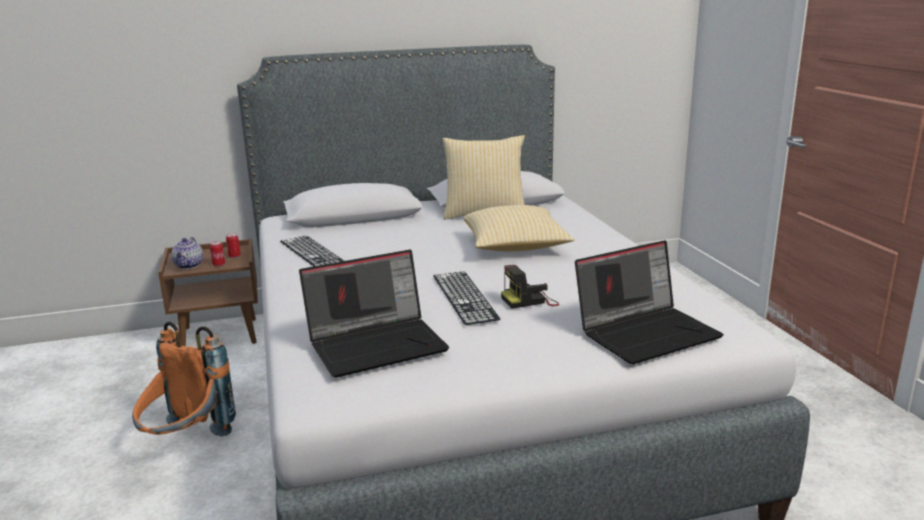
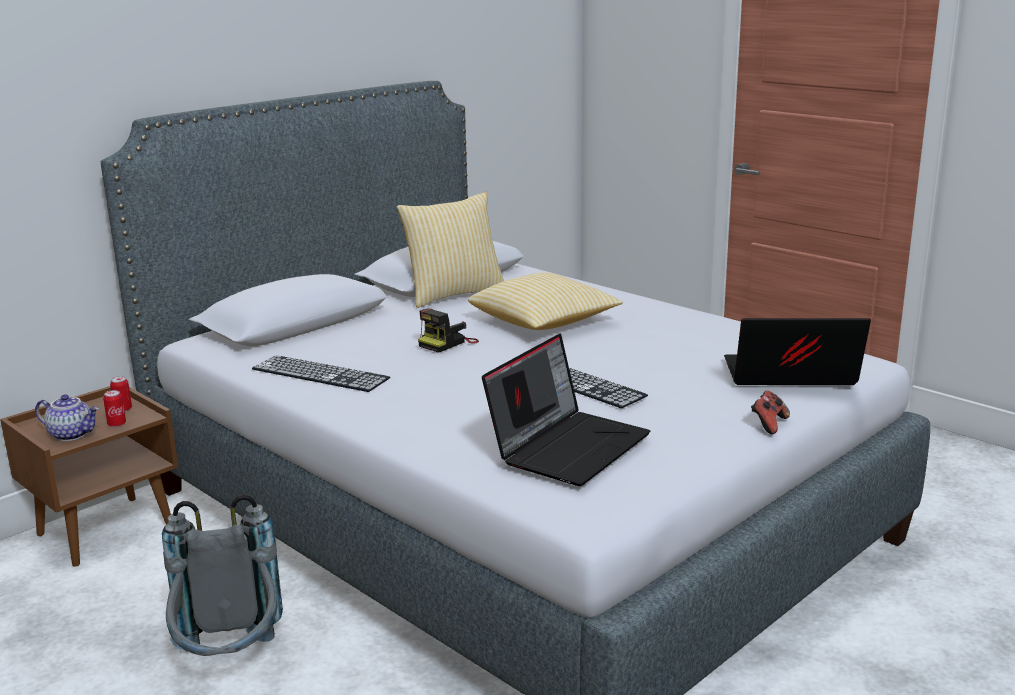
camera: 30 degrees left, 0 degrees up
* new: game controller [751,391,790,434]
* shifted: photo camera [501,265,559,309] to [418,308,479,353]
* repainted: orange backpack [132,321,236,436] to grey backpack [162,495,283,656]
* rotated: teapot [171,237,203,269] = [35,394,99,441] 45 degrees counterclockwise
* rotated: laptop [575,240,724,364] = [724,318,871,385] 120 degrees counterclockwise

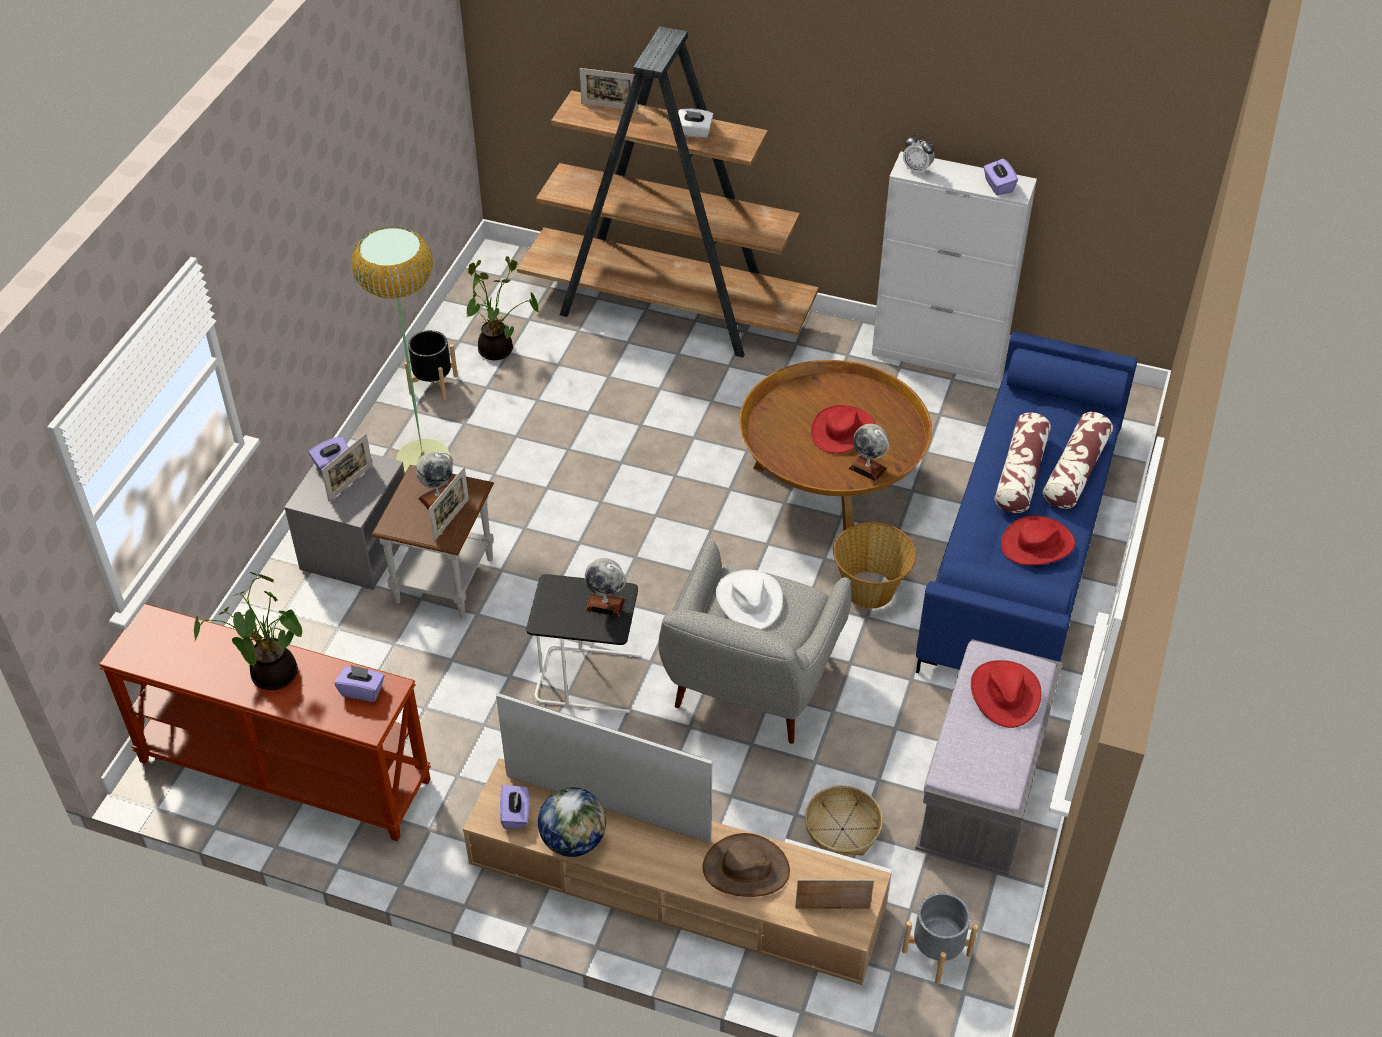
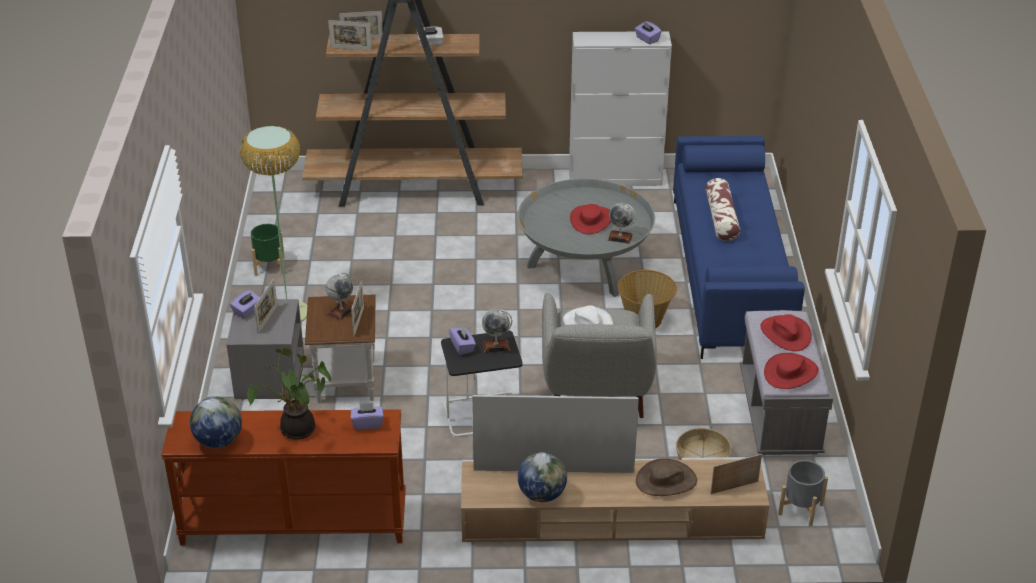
camera: 20 degrees left, 10 degrees down
* gone: potted plant [467,256,539,360]
* gone: alarm clock [903,134,935,175]
* gone: pillow [1043,412,1113,509]
* new: globe [190,397,242,448]
* new: picture frame [328,20,372,51]
* shifted: purple tissue box [500,785,529,829] to [449,325,476,355]
* shifted: red hat [1001,516,1075,565] to [764,353,819,389]
* repainted: black planter [405,330,458,401] to green planter [251,224,285,276]
* repainted: brown coffee table [739,360,932,531] to grey coffee table [518,179,655,297]

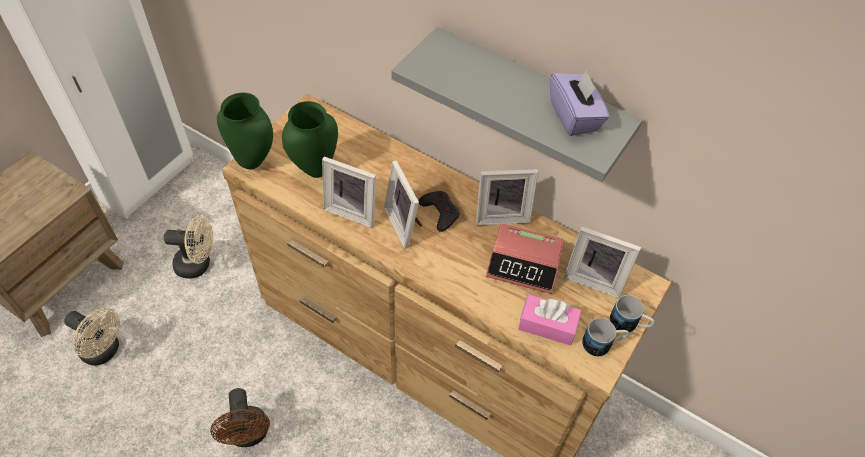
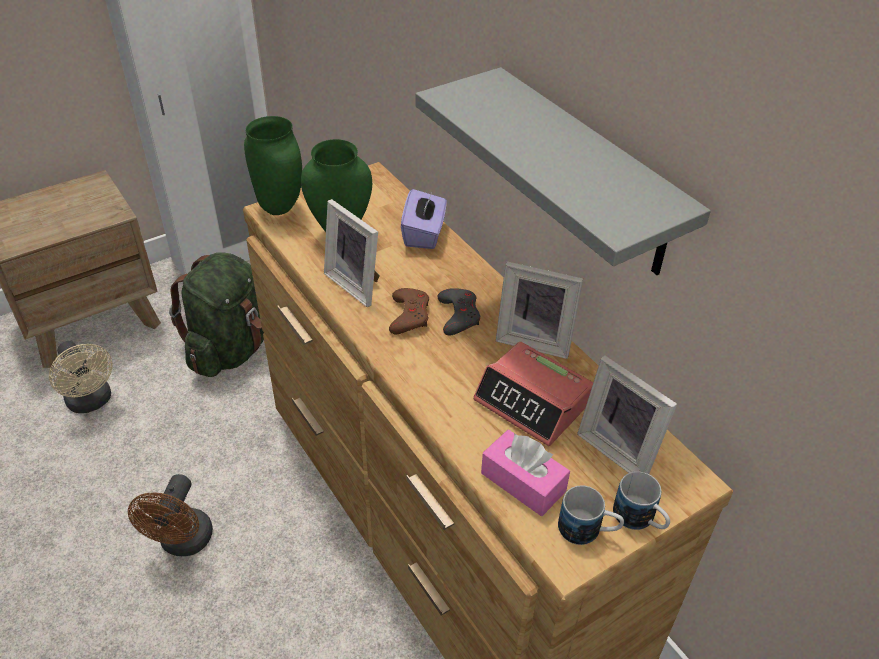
camera: 25 degrees right, 10 degrees down
* shifted: purple tissue box [550,69,609,136] to [401,189,447,249]
* swapped: beige fan [164,215,213,279] to green backpack [169,252,264,377]
* swapped: picture frame [384,160,422,249] to brown game controller [389,288,429,334]

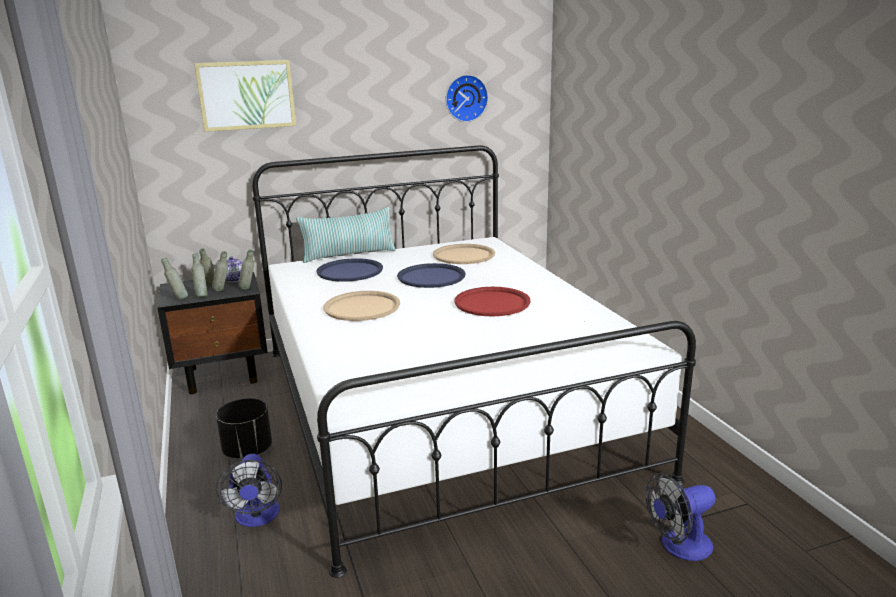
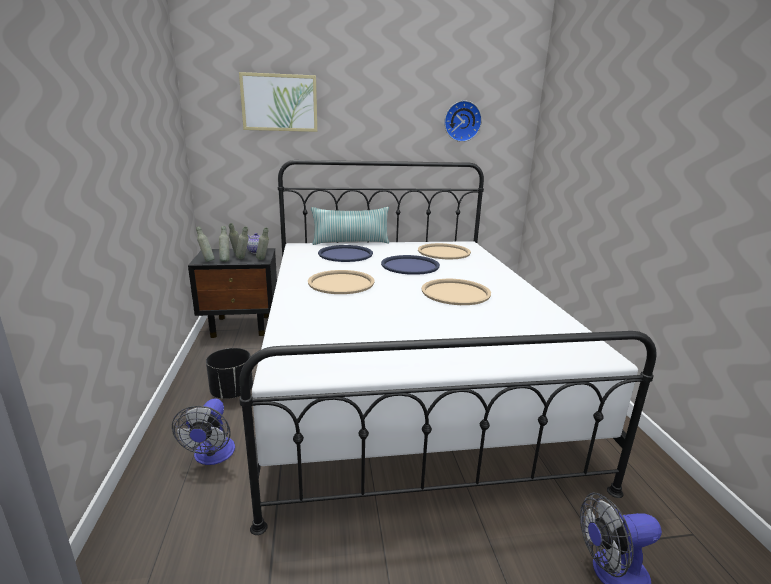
camera: 10 degrees right, 0 degrees up
* repainted: red tray [454,287,531,316] to beige tray [421,279,491,305]

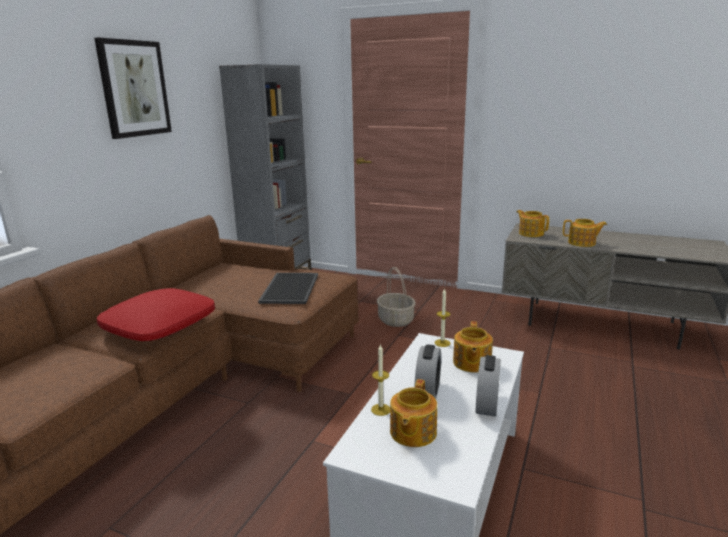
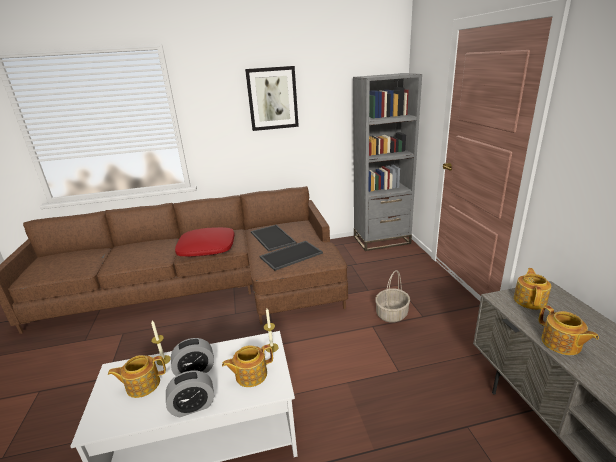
camera: 55 degrees right, 5 degrees up
* new: tray [251,225,297,252]

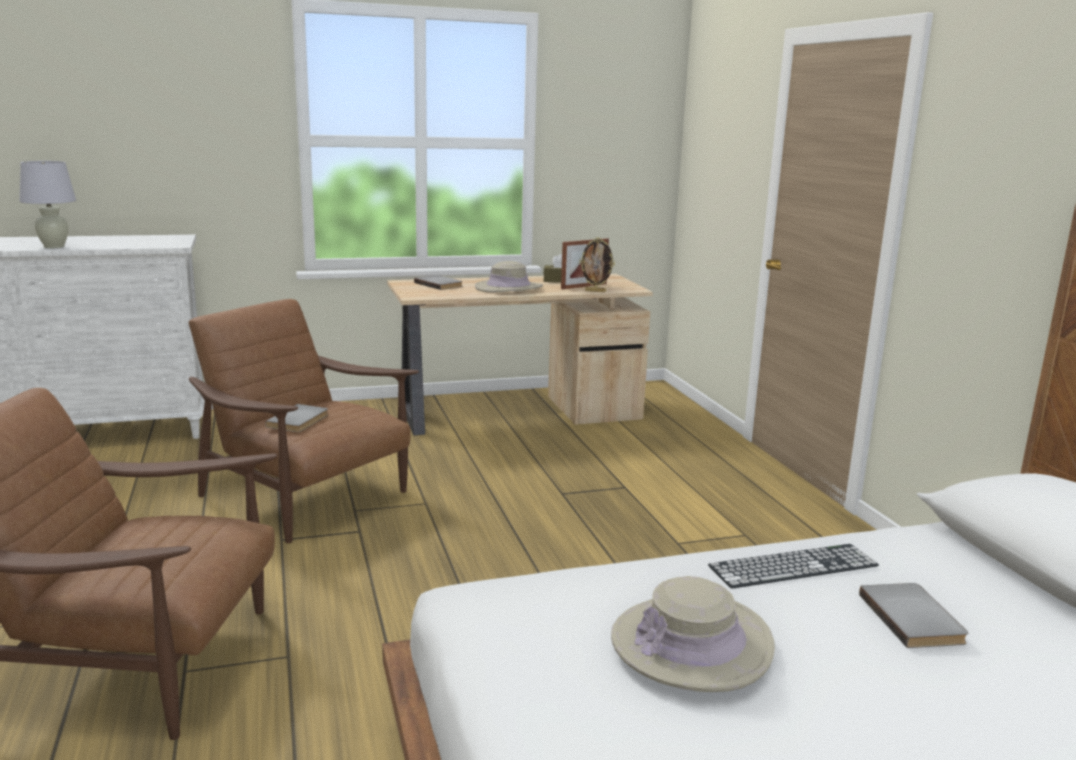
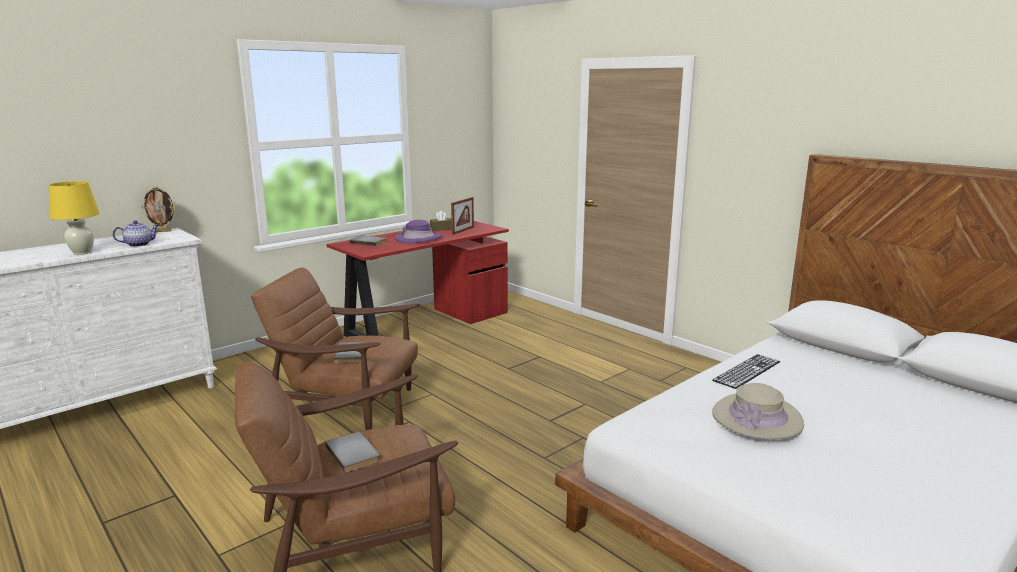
camera: 25 degrees left, 0 degrees up
* new: teapot [113,220,159,247]
* shifted: picture frame [579,237,615,292] to [142,186,175,232]
* shifted: grey book [859,583,968,648] to [325,432,380,473]
* repainted: white table lamp [20,161,76,248] to yellow table lamp [49,181,100,255]
* repainted: beige desk [387,274,653,435] to red desk [327,221,509,337]
* repainted: beige hat [475,261,543,292] to purple hat [395,220,443,243]

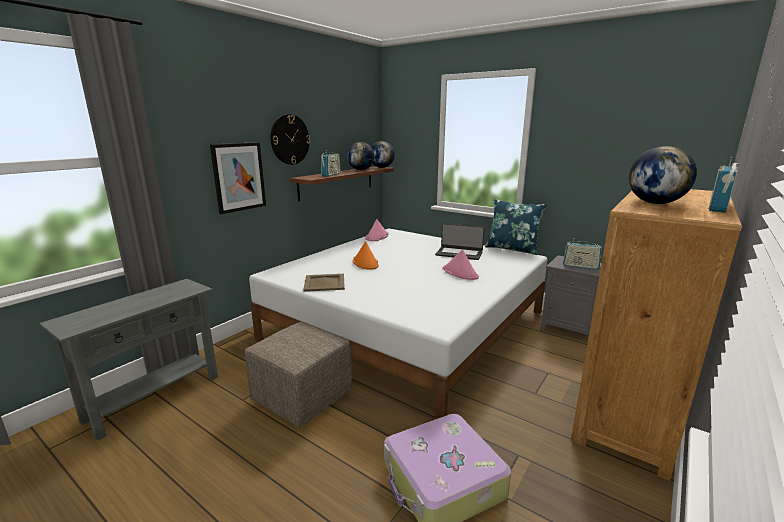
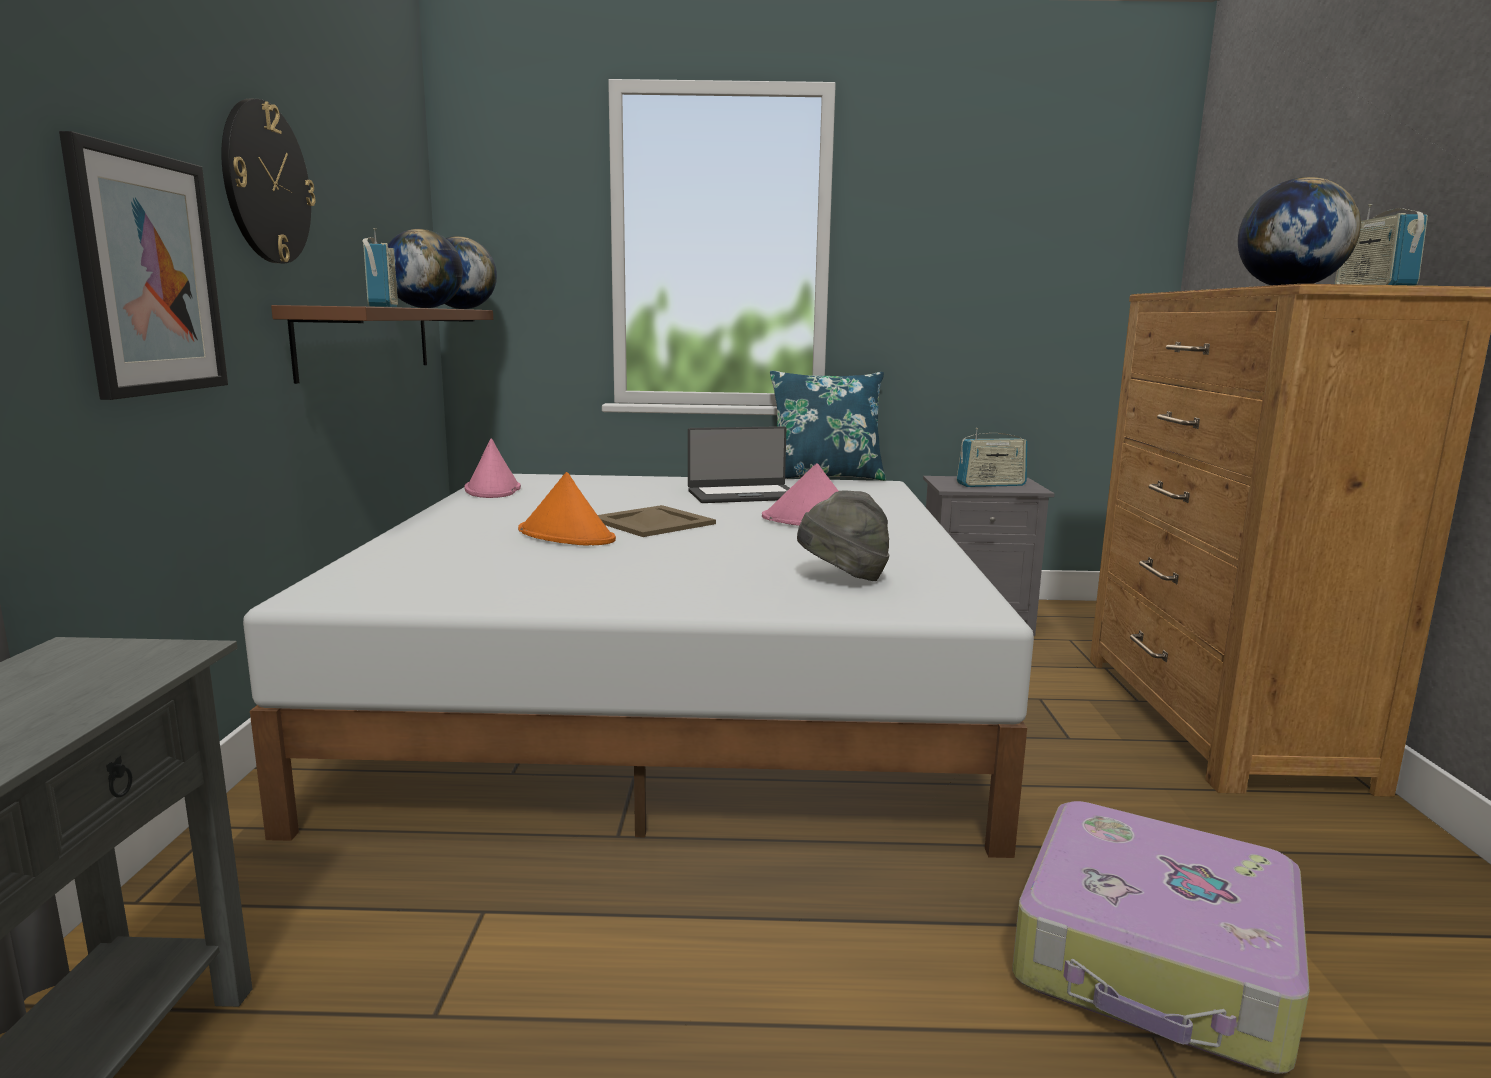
camera: 35 degrees left, 5 degrees down
* gone: beige ottoman [245,322,352,428]
* new: grey hat [797,490,889,581]
* shifted: beige tray [303,274,345,292] to [598,505,716,537]

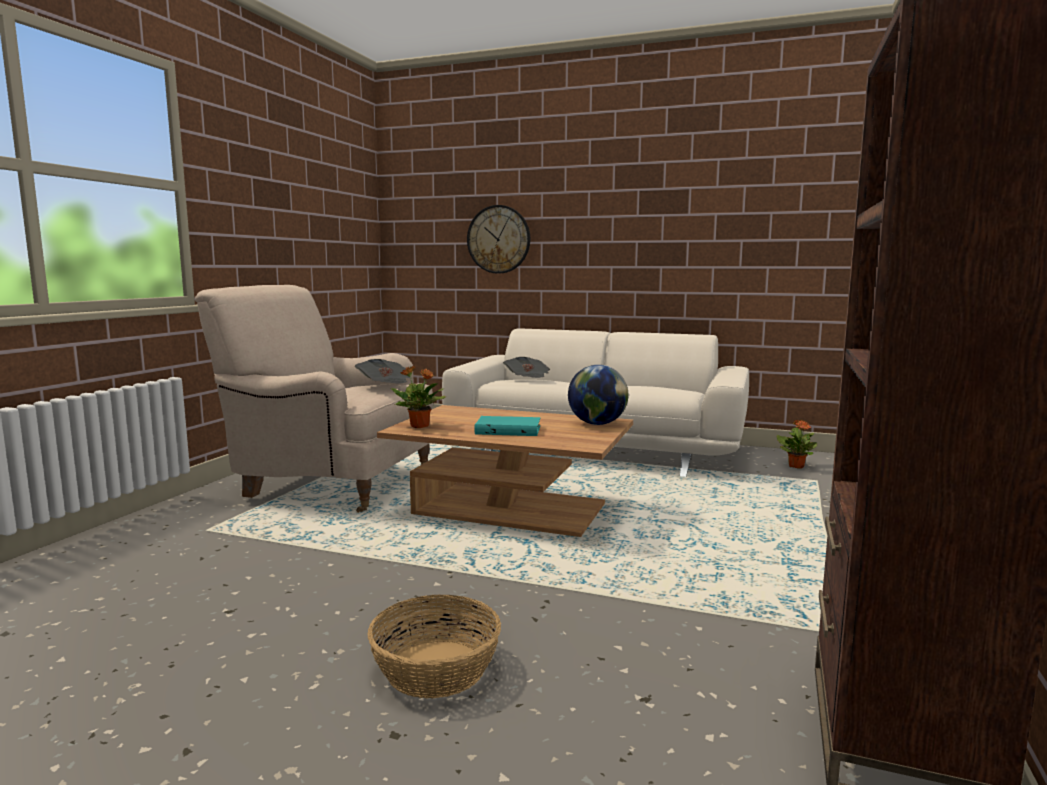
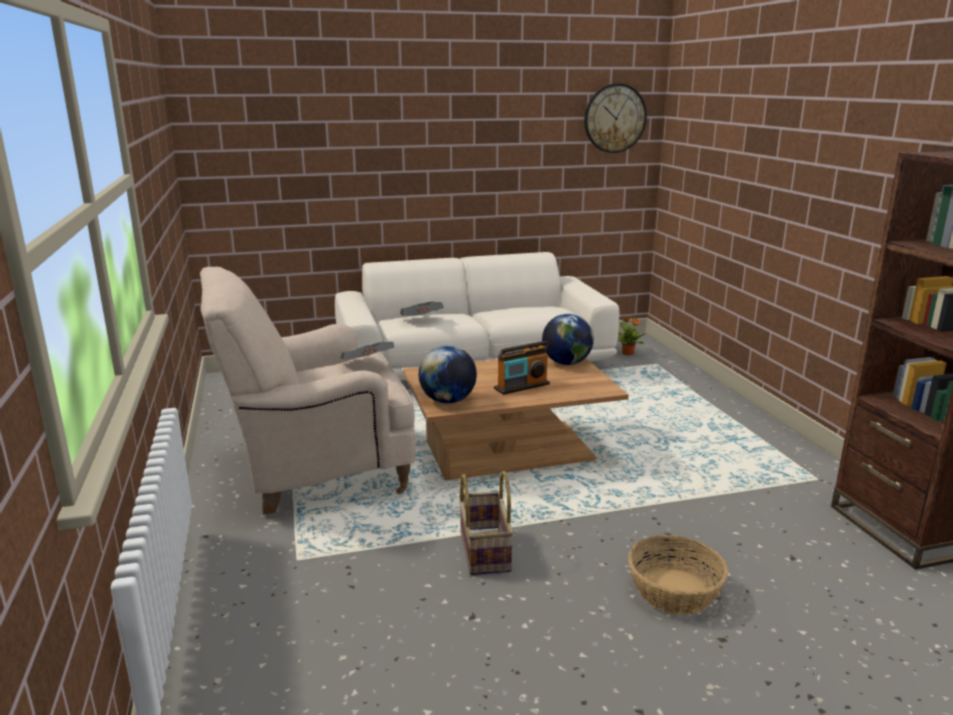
camera: 35 degrees left, 10 degrees up
* new: basket [459,471,514,575]
* shifted: wall clock [467,205,530,274] to [584,83,647,153]
* swapped: potted plant [391,366,446,428] to globe [419,345,477,404]
* swapped: turquoise book [475,416,540,436] to radio [494,341,550,395]

